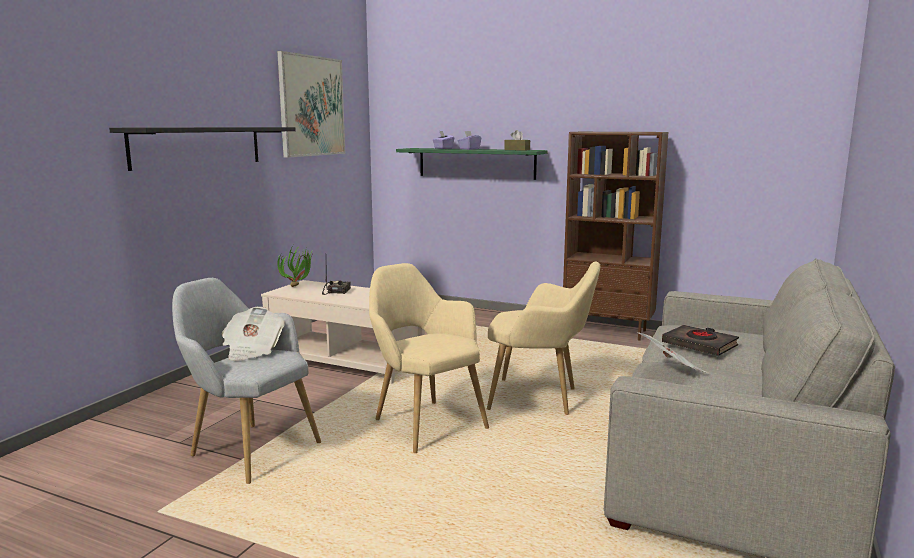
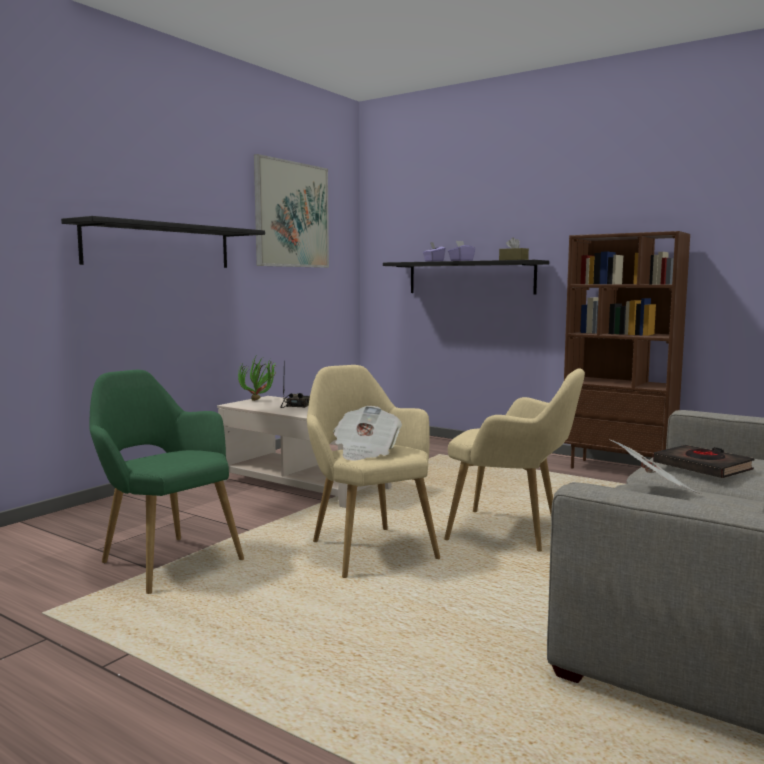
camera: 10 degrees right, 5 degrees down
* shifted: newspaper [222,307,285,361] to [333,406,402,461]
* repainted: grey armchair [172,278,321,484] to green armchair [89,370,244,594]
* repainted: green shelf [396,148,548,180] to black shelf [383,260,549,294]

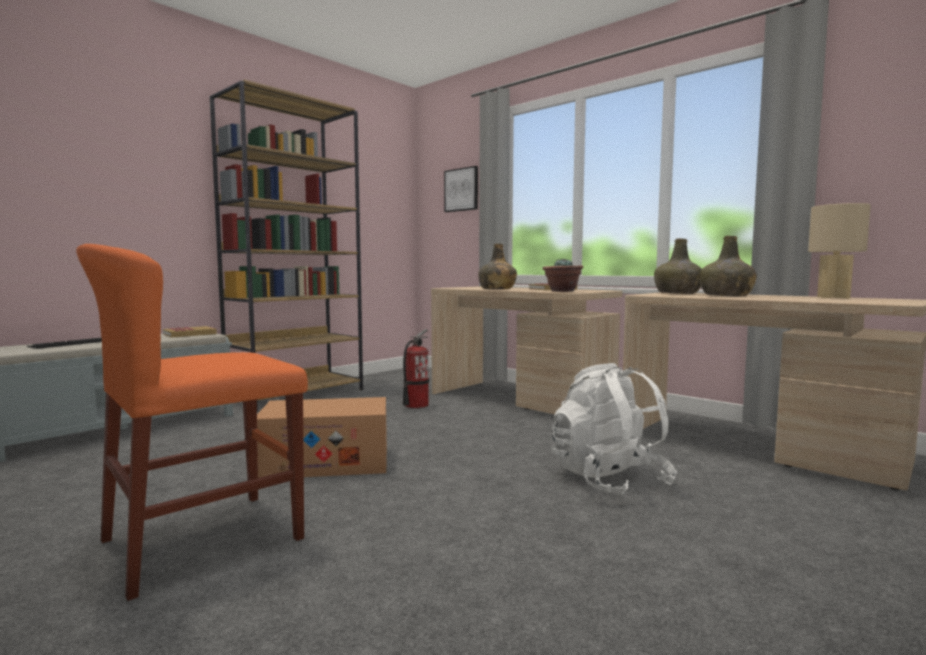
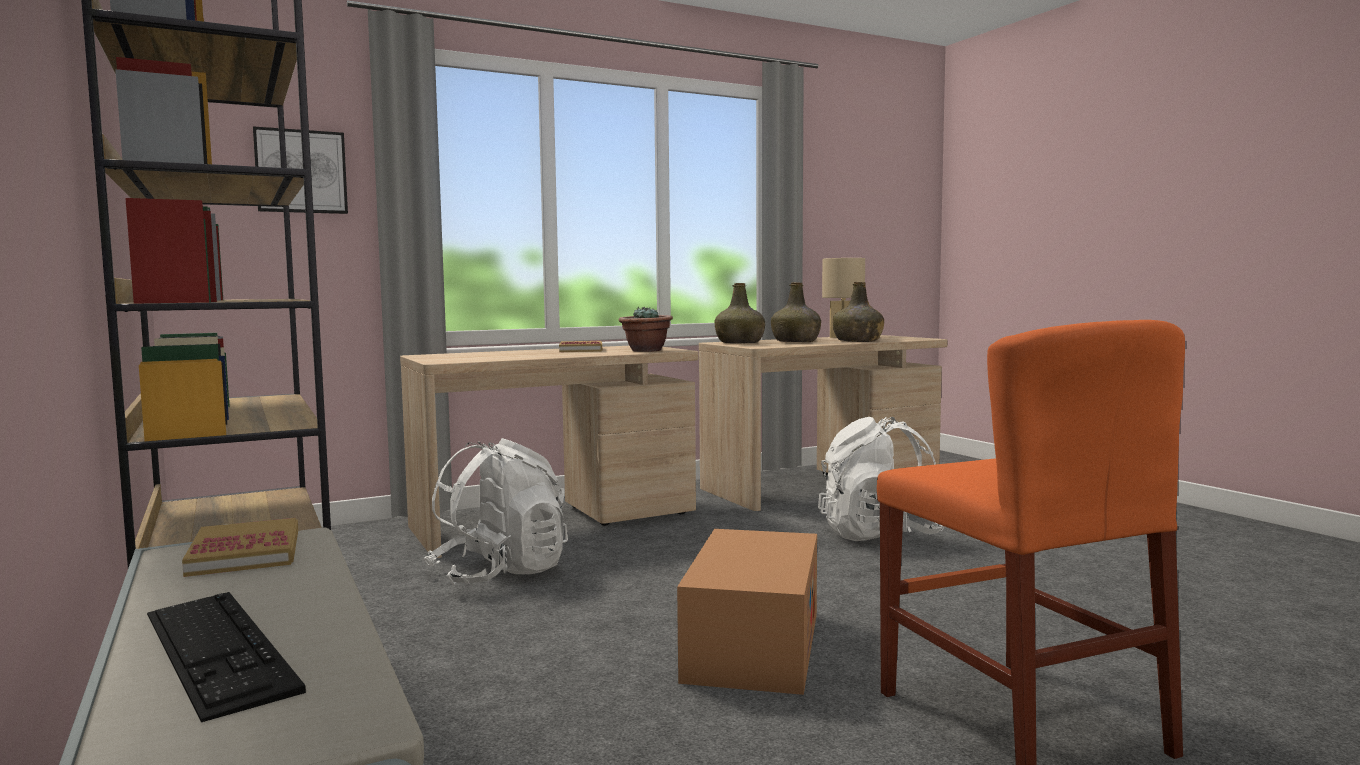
camera: 70 degrees left, 0 degrees up
* shifted: green bottle [478,244,517,290] to [833,282,884,342]
* swapped: fire extinguisher [403,329,429,409] to white backpack [424,438,568,585]

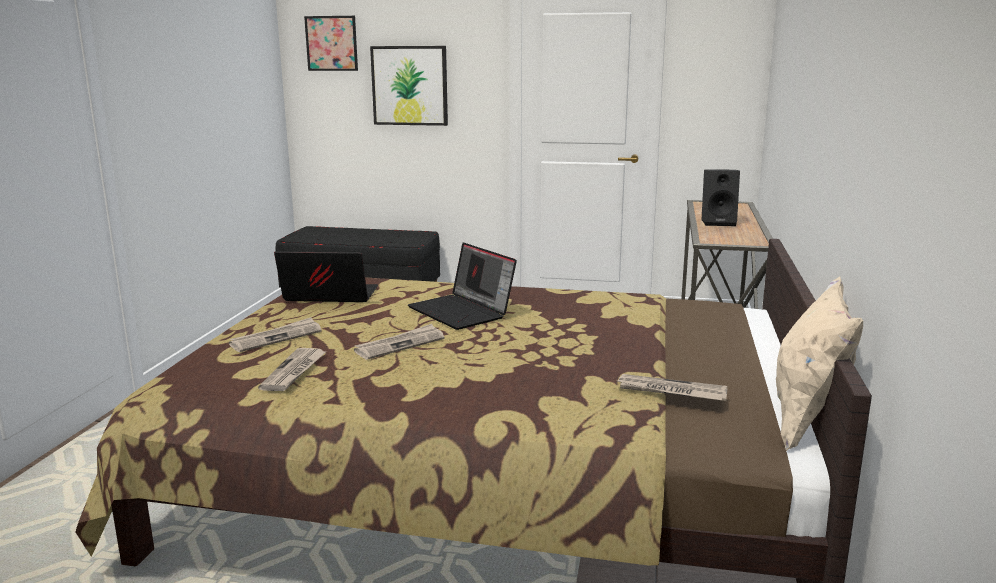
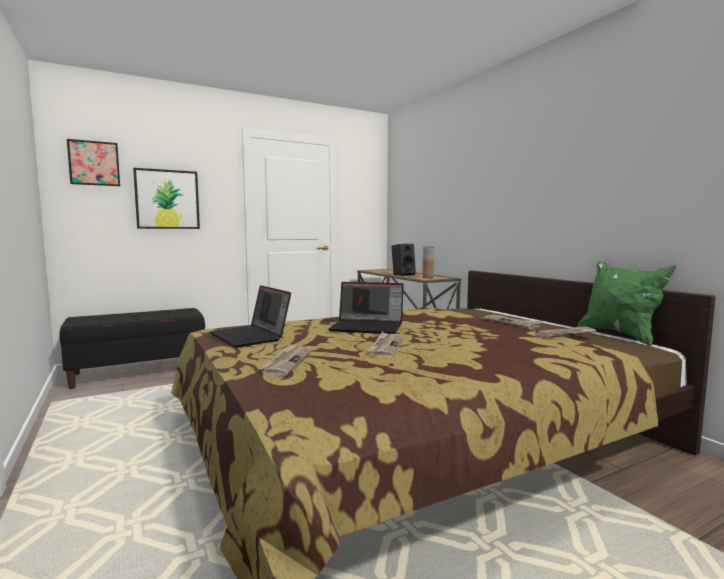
camera: 40 degrees left, 10 degrees down
* new: brown vase [422,247,434,278]
* shifted: newspaper [258,348,327,391] to [484,315,543,329]
* repainted: beige pillow [776,276,863,451] to green pillow [578,261,676,346]
* rotated: laptop [274,251,378,302] = [210,285,291,347] 90 degrees counterclockwise

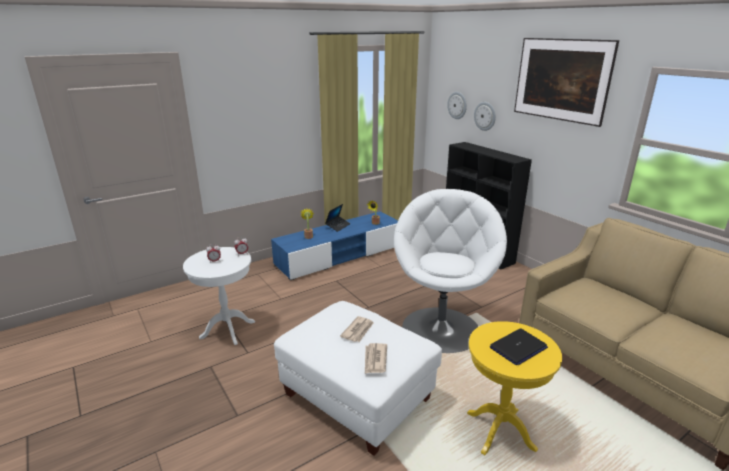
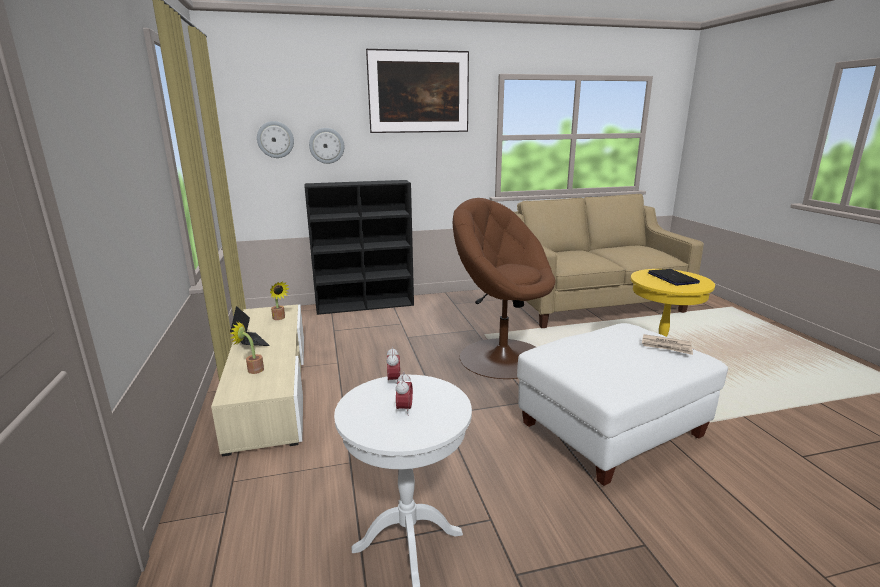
camera: 70 degrees left, 5 degrees down
* gone: newspaper [340,316,374,342]
* repainted: blue tv stand [271,211,398,280] to beige tv stand [211,304,304,457]
* repainted: white armchair [394,189,507,353] to brown armchair [453,198,555,379]

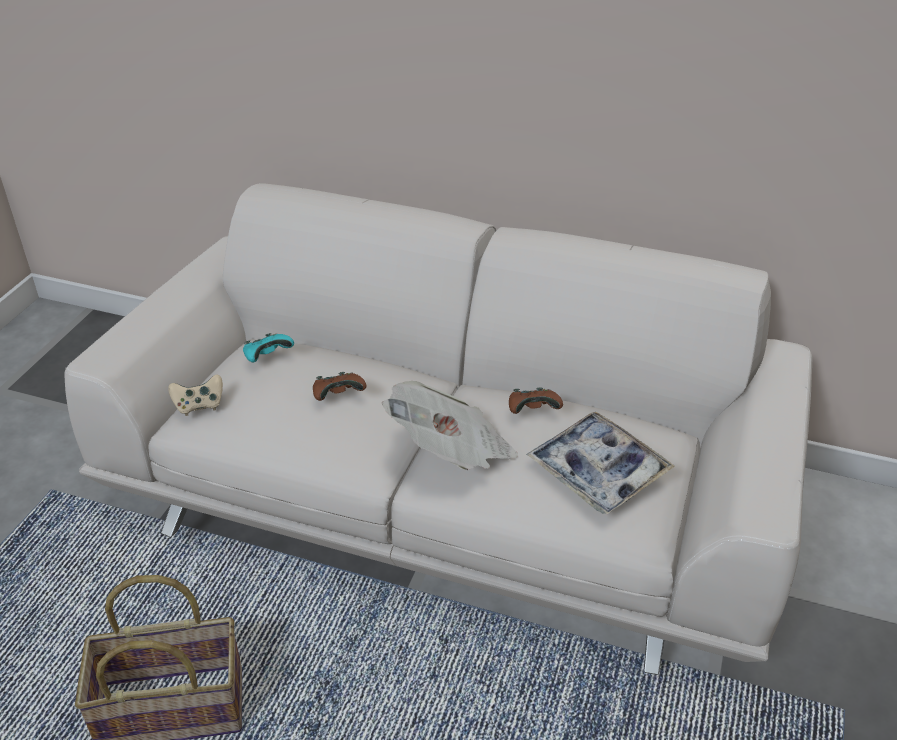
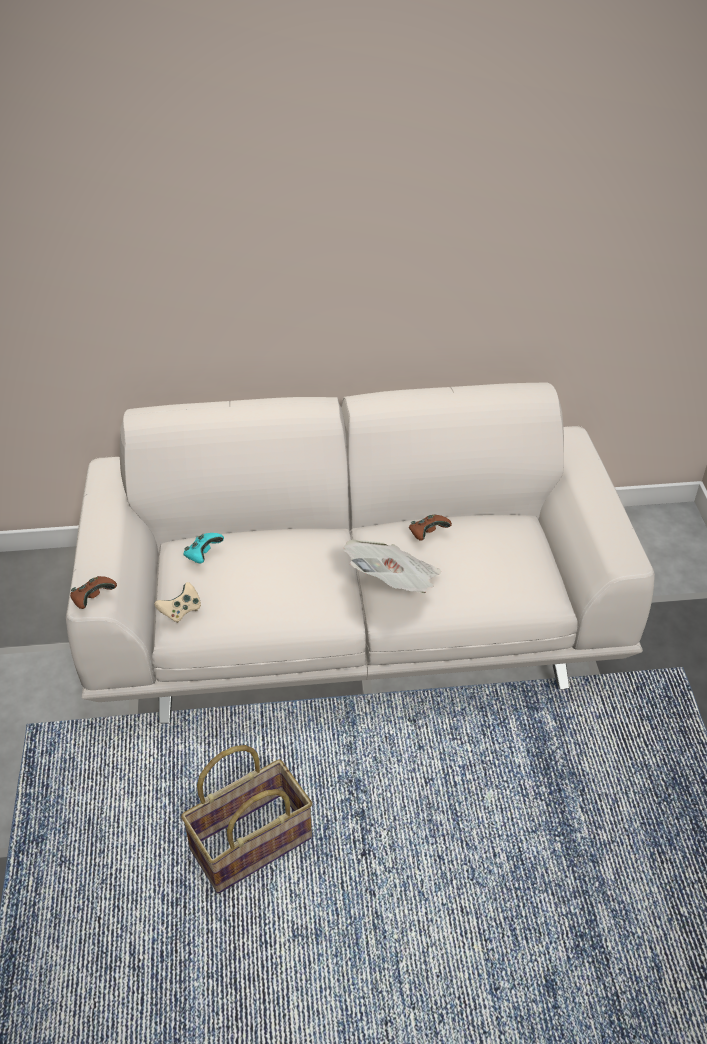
camera: 25 degrees left, 5 degrees up
* gone: tray [526,412,675,514]
* shifted: brown game controller [313,372,367,401] to [70,576,117,609]

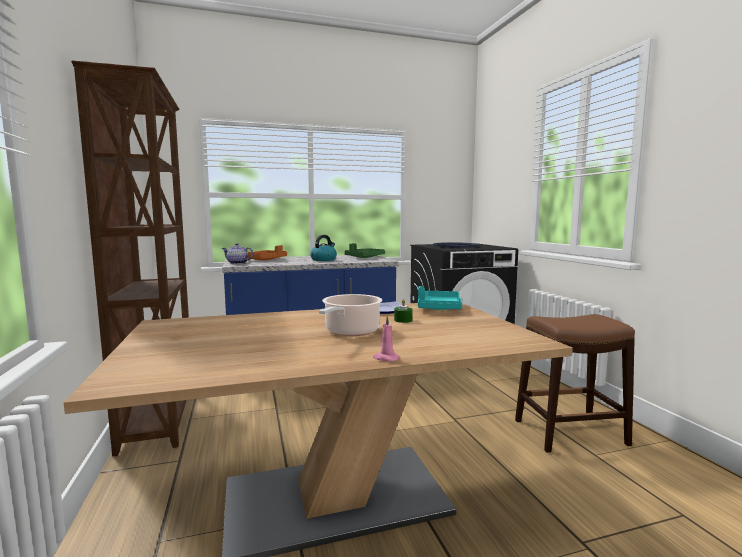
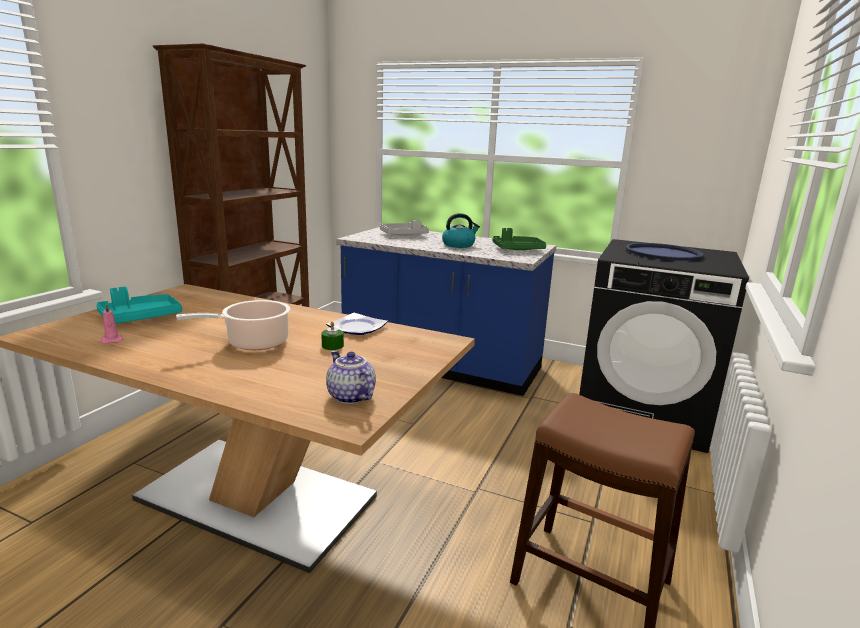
camera: 40 degrees right, 10 degrees up
* shifted: teapot [222,243,253,264] to [326,350,376,404]
* shifted: pink candle [373,316,400,361] to [101,304,123,344]
* shifted: turquoise tray [418,286,462,310] to [96,287,182,324]
* repainted: orange tray [248,245,287,261] to grey tray [380,220,429,236]

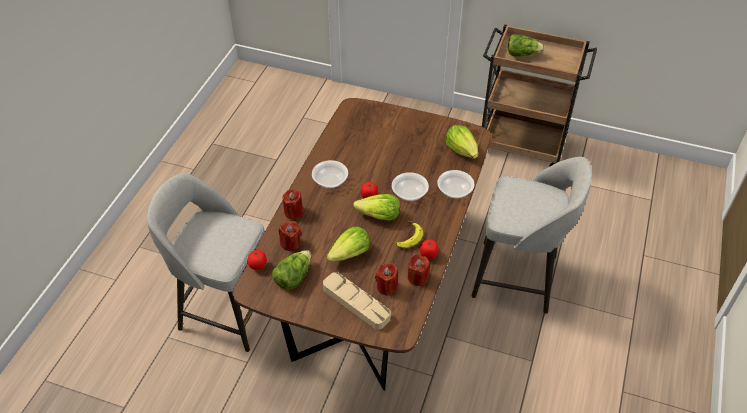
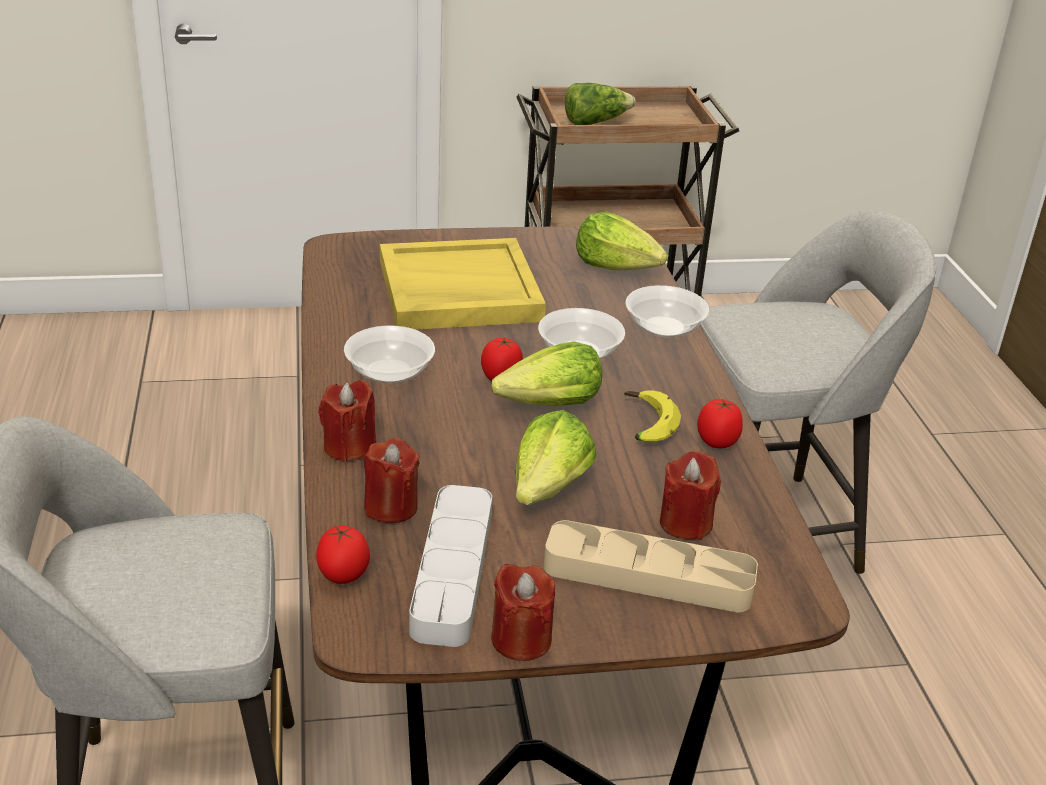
camera: 30 degrees left, 15 degrees down
* new: yellow tray [380,238,546,330]
* shifted: red candle [408,253,430,286] to [491,564,555,661]
* swapped: lettuce [272,250,311,290] to grey tray [409,485,493,647]

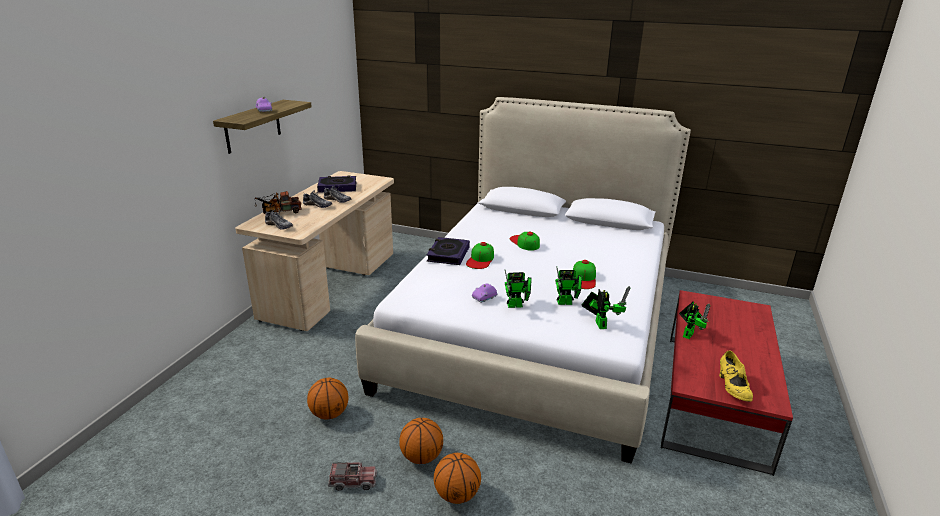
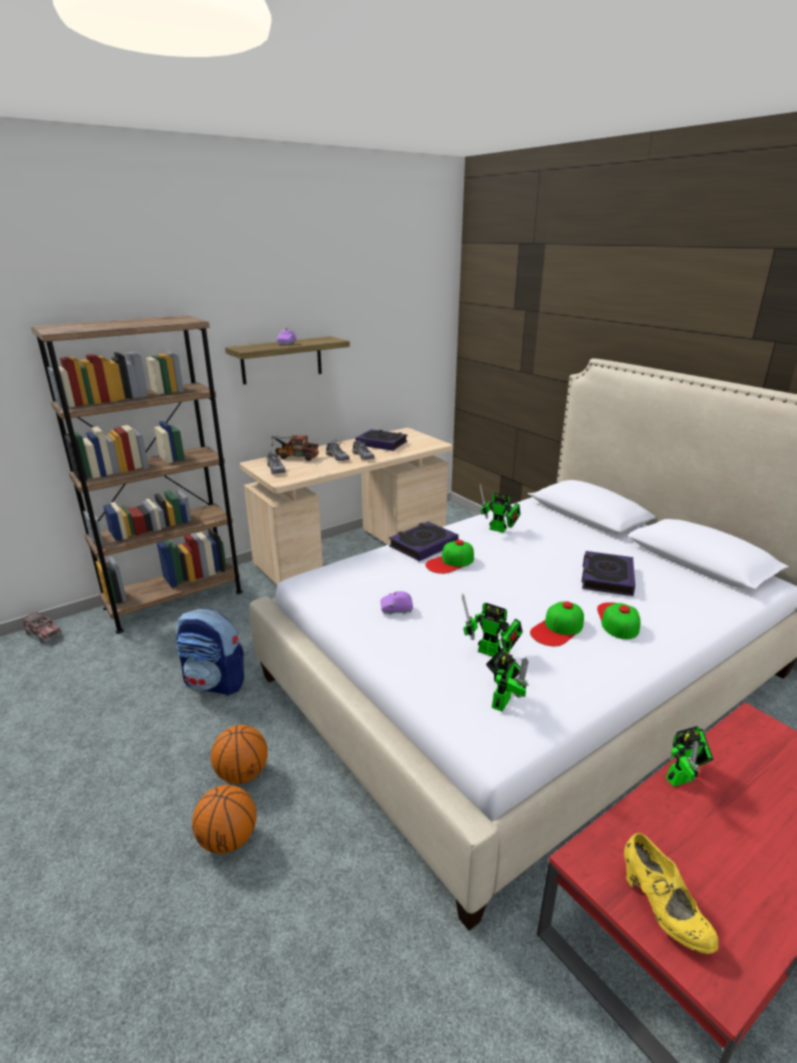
camera: 35 degrees right, 0 degrees up
* new: brown bookcase [31,315,242,634]
* new: book [582,551,635,596]
* shifted: toy truck [328,462,377,491] to [22,612,63,643]
* shifted: toy robot [505,270,532,308] to [480,484,521,533]
* shifted: cap [510,232,540,251] to [597,602,641,639]
* swapped: basketball [307,378,349,420] to backpack [176,608,244,696]
* rotated: yellow shoe [719,350,753,402] = [624,833,719,954] 60 degrees counterclockwise

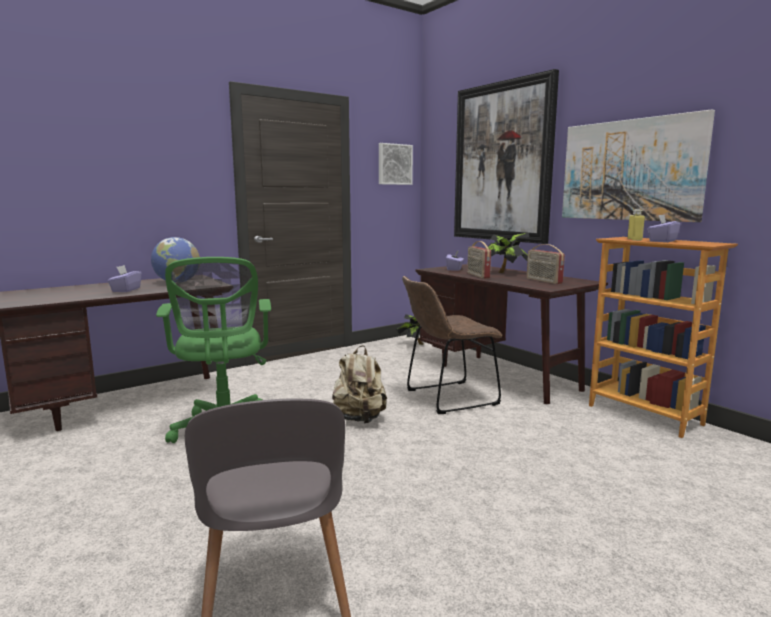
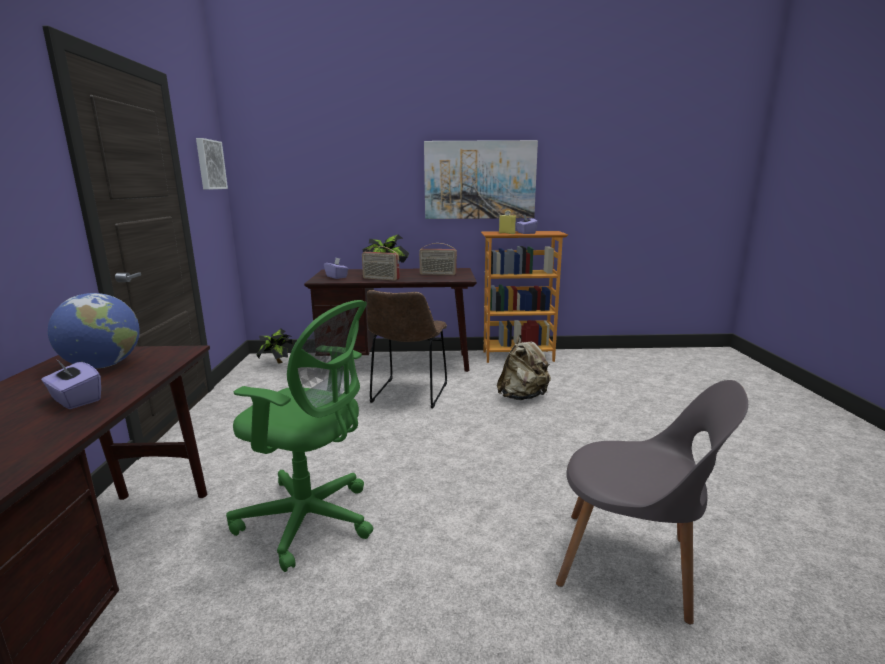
camera: 55 degrees left, 5 degrees up
* gone: picture [454,69,559,244]
* shifted: beige backpack [332,345,387,424] to [497,335,551,400]

